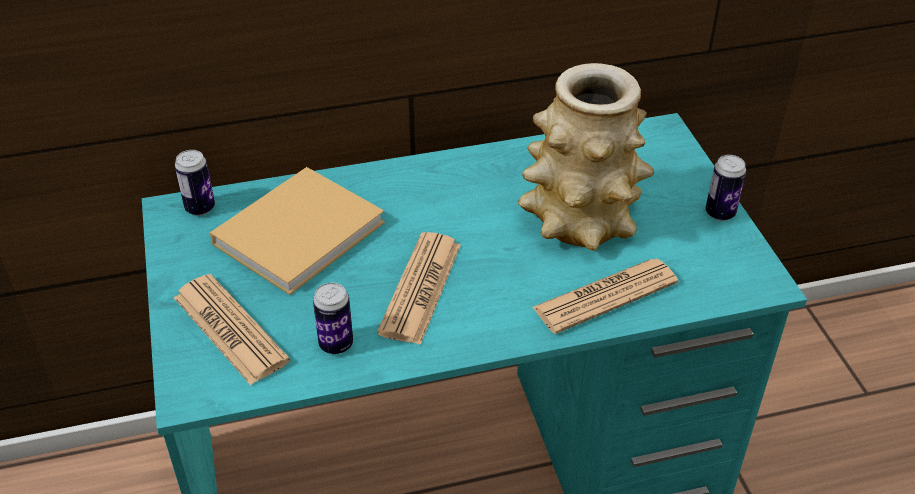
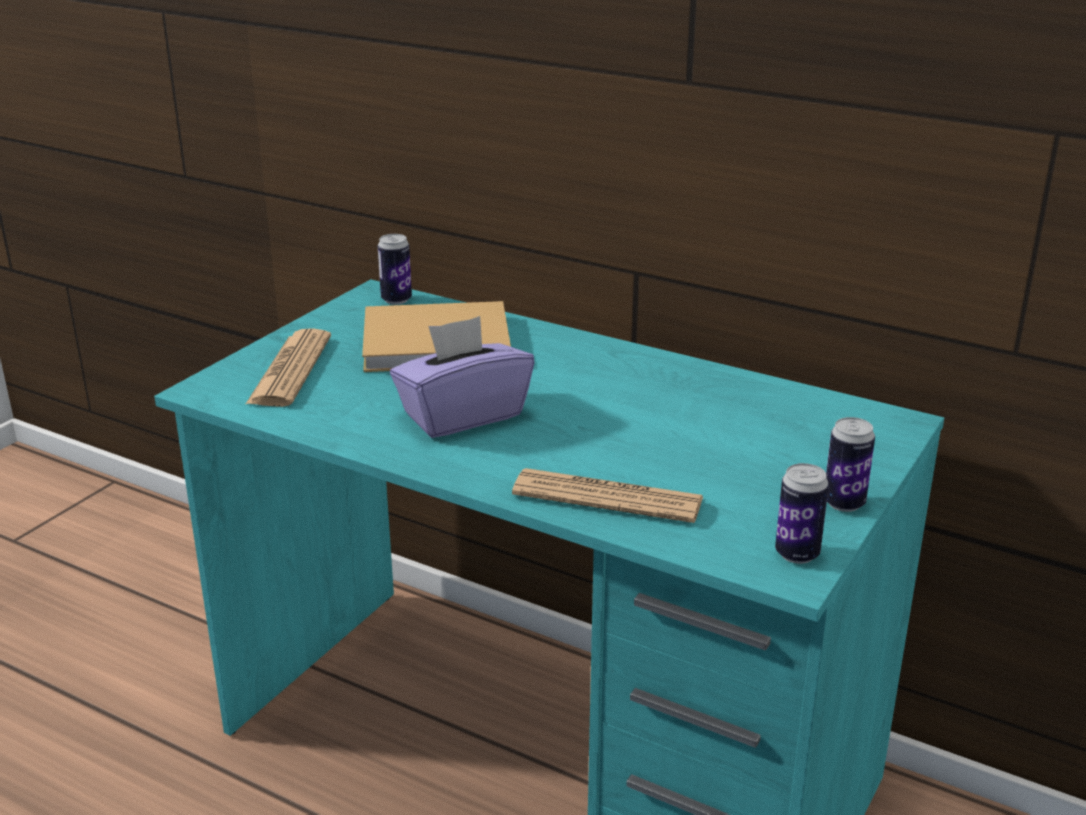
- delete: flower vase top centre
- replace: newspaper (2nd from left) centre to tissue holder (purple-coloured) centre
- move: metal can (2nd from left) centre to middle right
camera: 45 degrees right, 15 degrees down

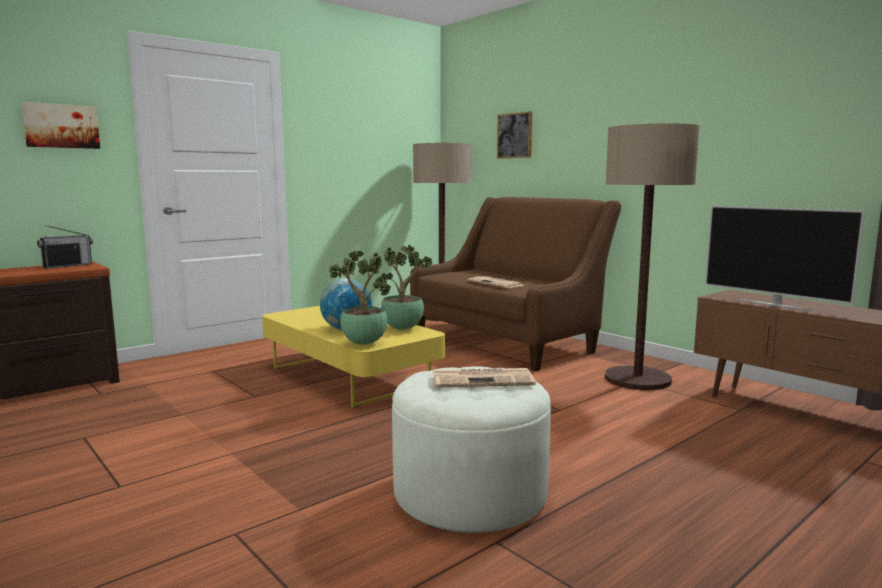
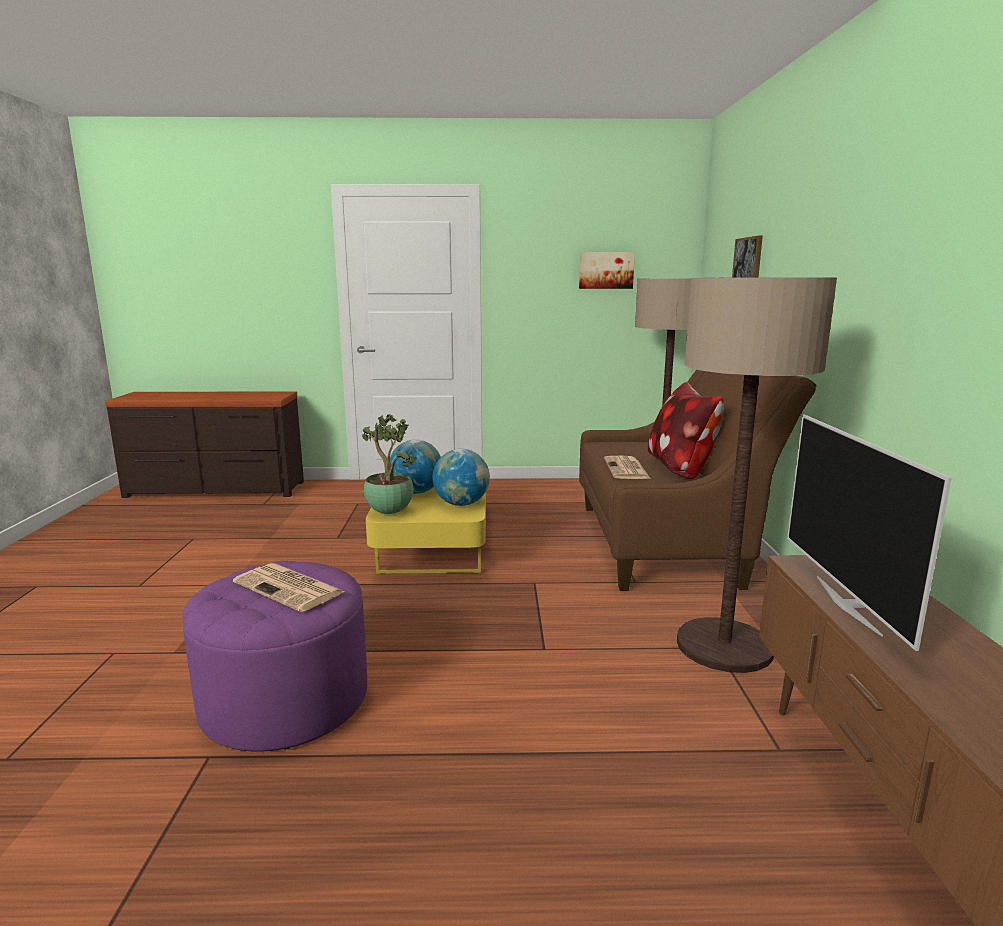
- move: picture (1st from left) top left to top centre
- delete: radio set middle left
- replace: plant in a pot (2nd from left) centre to desk globe (2nd from left) centre
- recolor: ottoman (whitish) bottom centre to ottoman (purple-coloured) bottom left
- insert: cushion middle right
camera: 40 degrees right, 5 degrees up

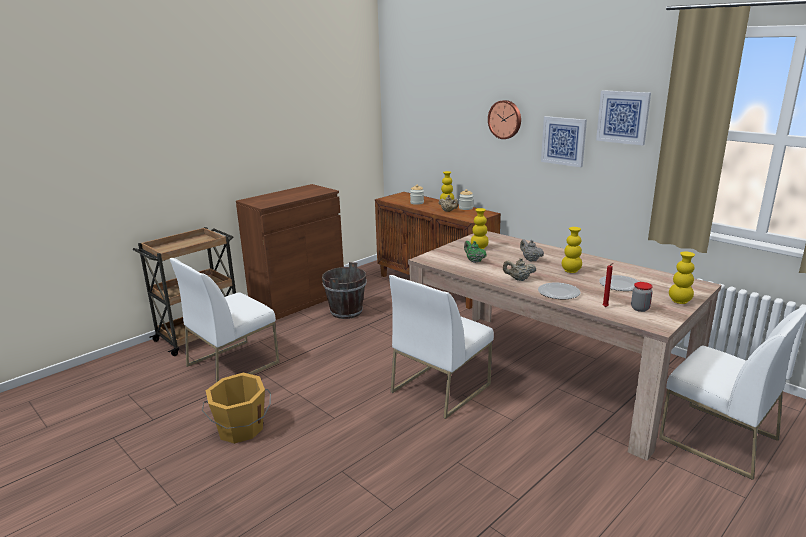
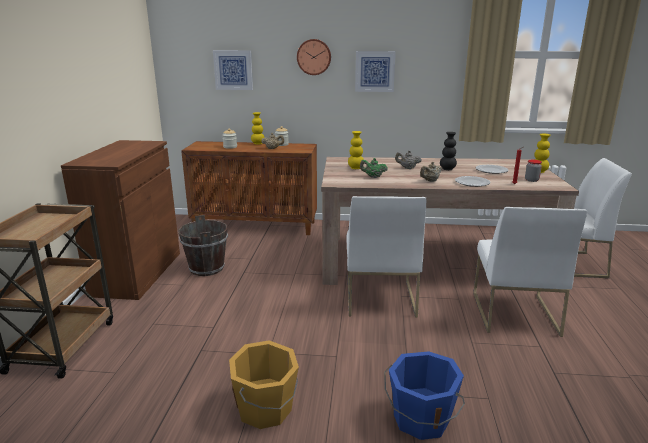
- move: picture (2nd from left in the first image) top right to picture (1st from left) top centre
- recolor: flower vase (yellow-coloured) (3rd from left) middle right to flower vase (black) middle right
- move: chair (whitish) (1st from left in the first image) middle left to chair (whitish) (2nd from left) middle right
- insert: pail (bluish) bottom centre
camera: 40 degrees left, 0 degrees up

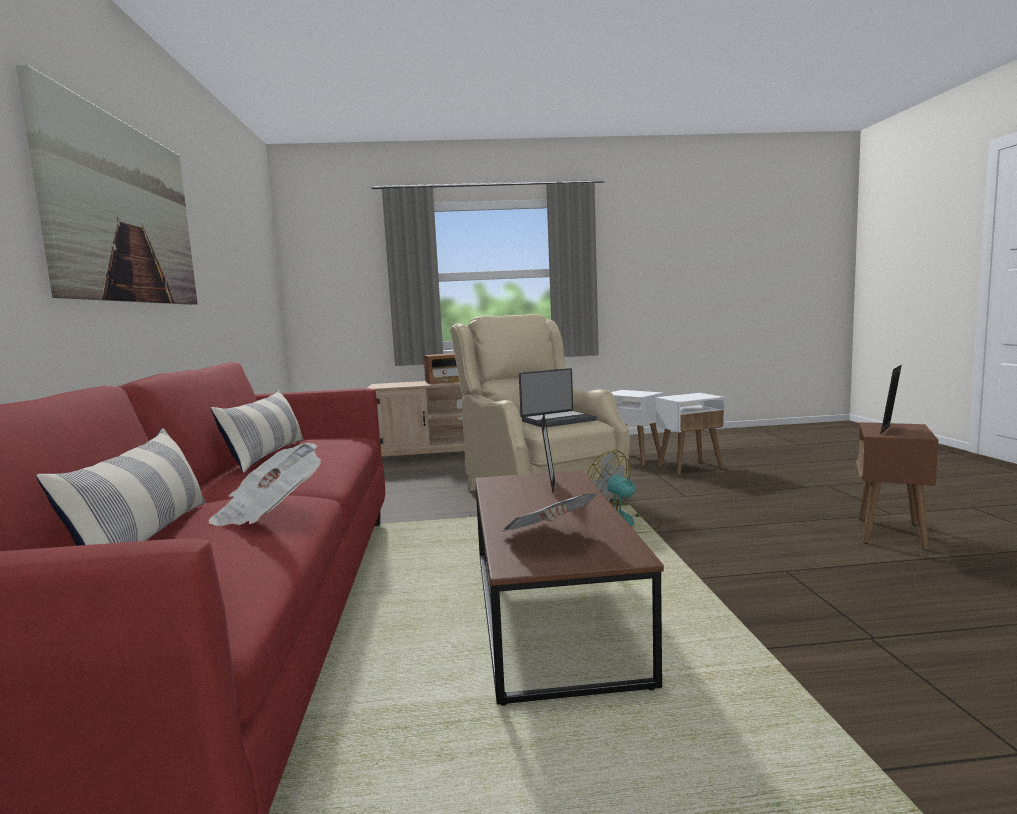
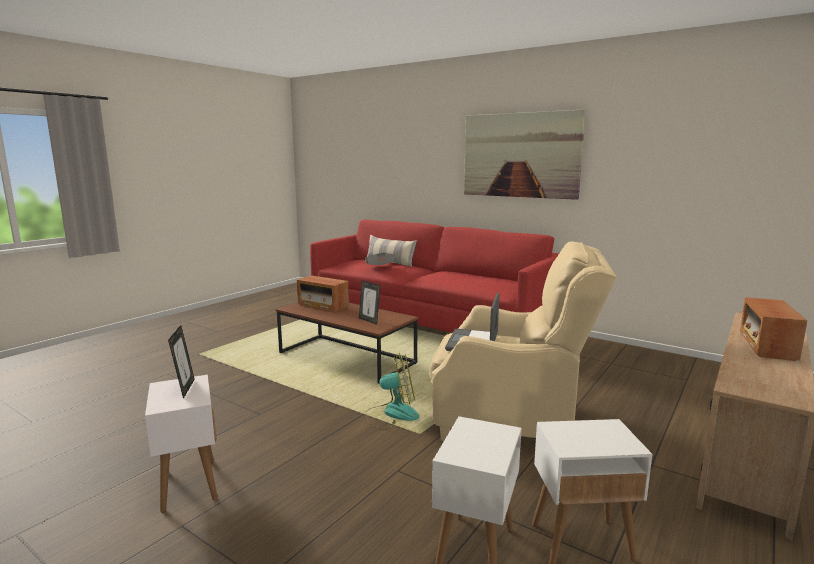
- delete: cushion (2nd from left) middle left
- recolor: end table (brown-coloured) middle right to end table (whitish) (1st from left) bottom left
- replace: newspaper (2nd from left) centre to radio set (1st from left) centre
camera: 130 degrees right, 5 degrees up

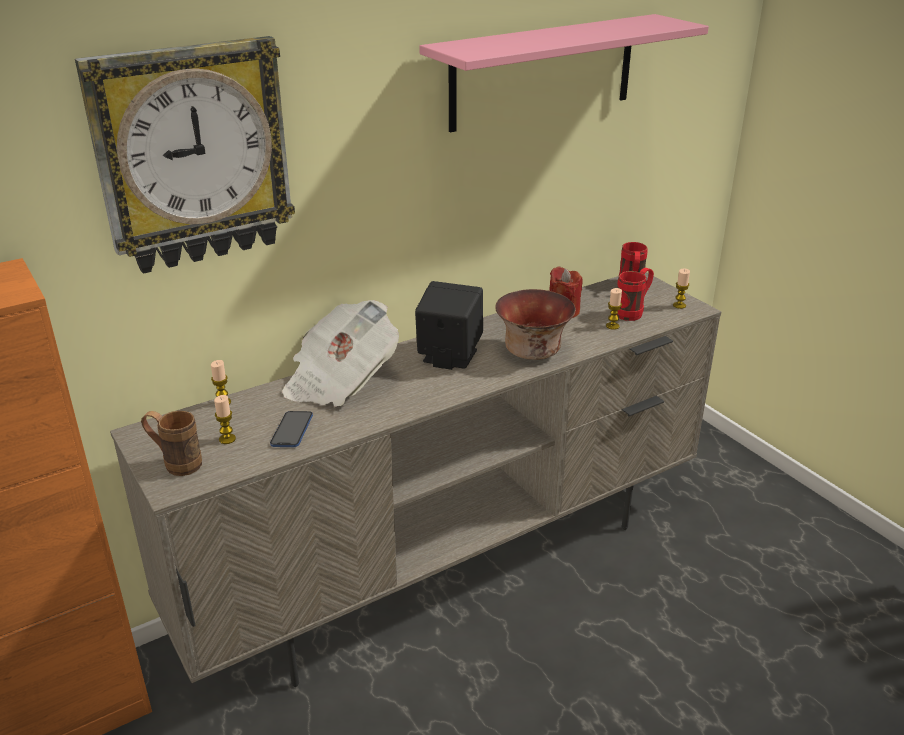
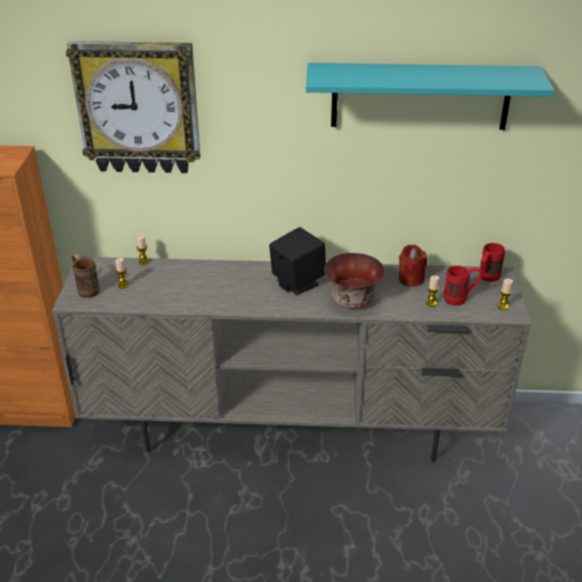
- recolor: bracket shelf (pinkish) top centre to bracket shelf (turquoise) top right
- delete: newspaper centre
- delete: phone middle left
camera: 35 degrees right, 5 degrees up

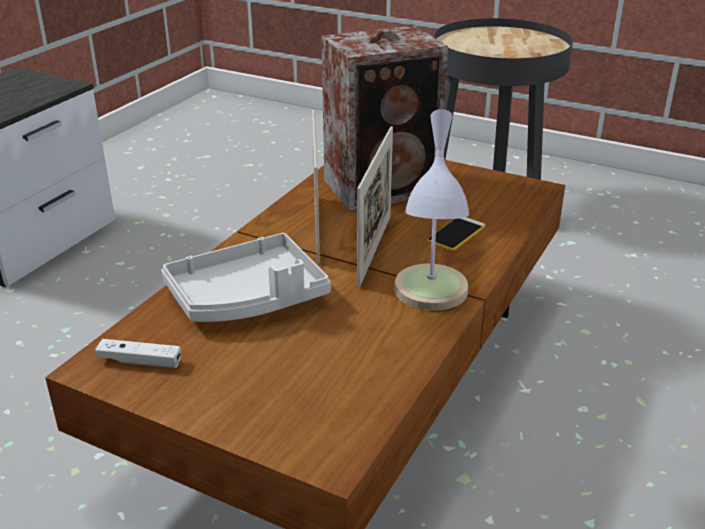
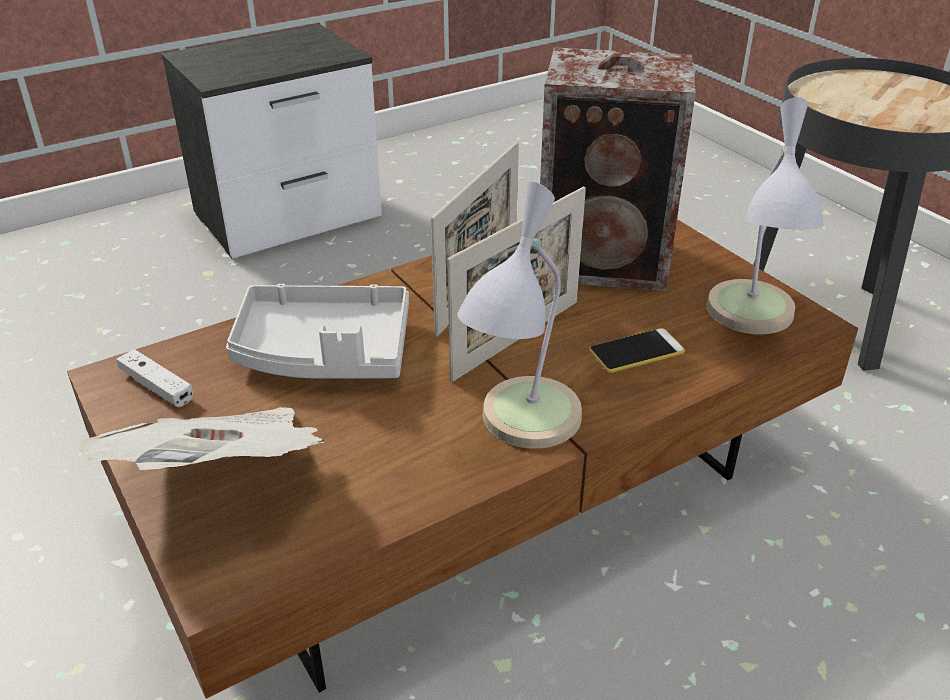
- insert: lamp for a table (2nd from left) top right
- insert: newspaper middle left
camera: 30 degrees right, 5 degrees up

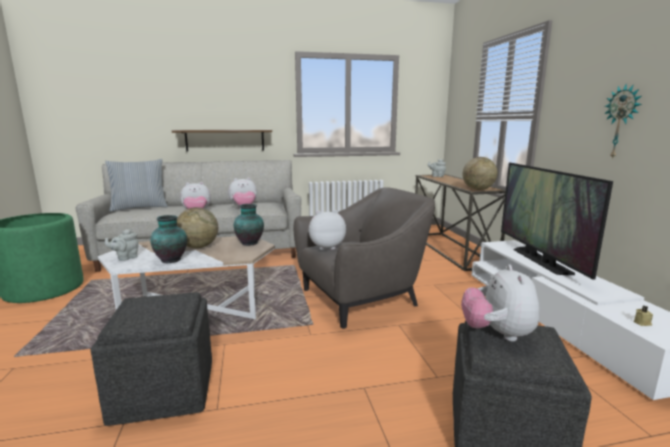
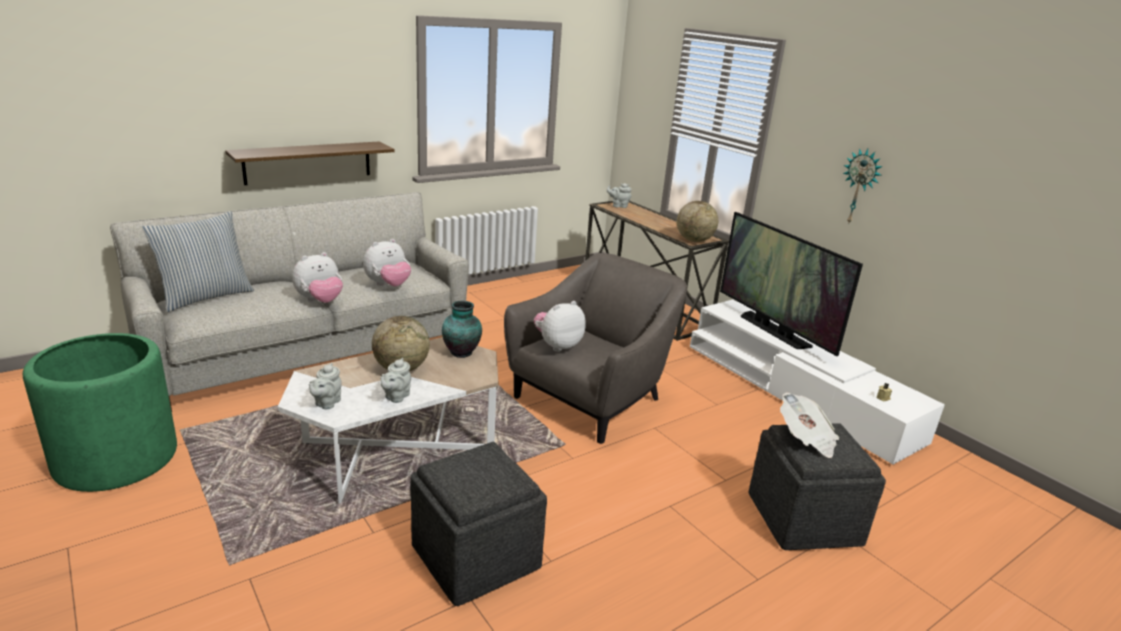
- replace: flower vase (1st from left) middle left to tea pot (grey) (2nd from left) centre
- replace: cuddly toy (4th from left) bottom right to newspaper bottom right
camera: 25 degrees left, 10 degrees up

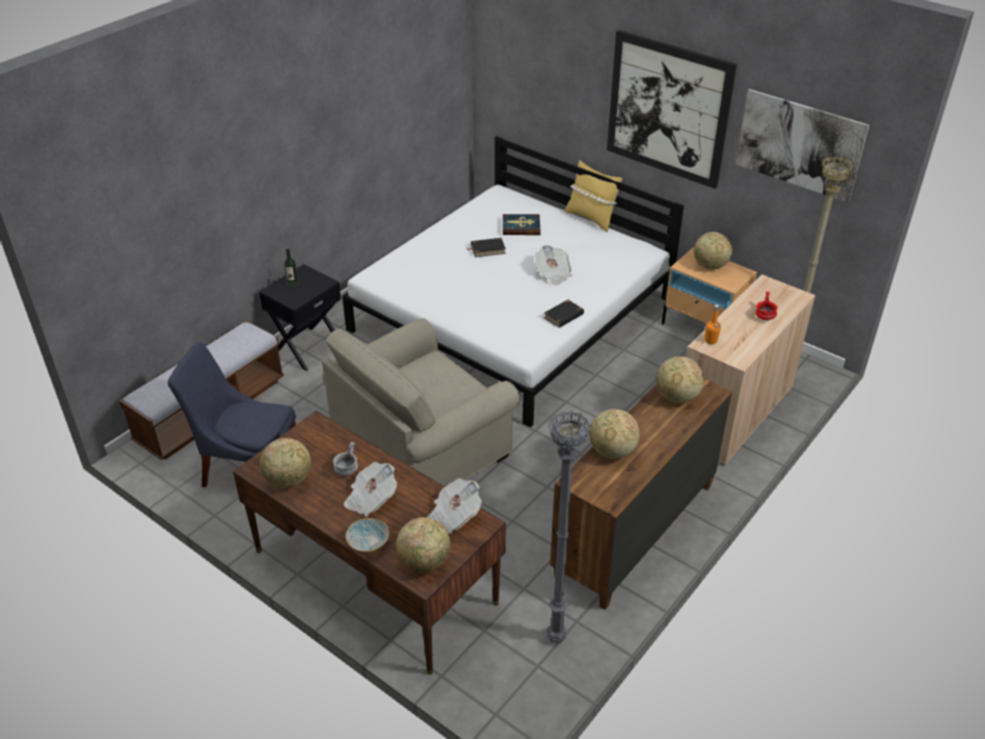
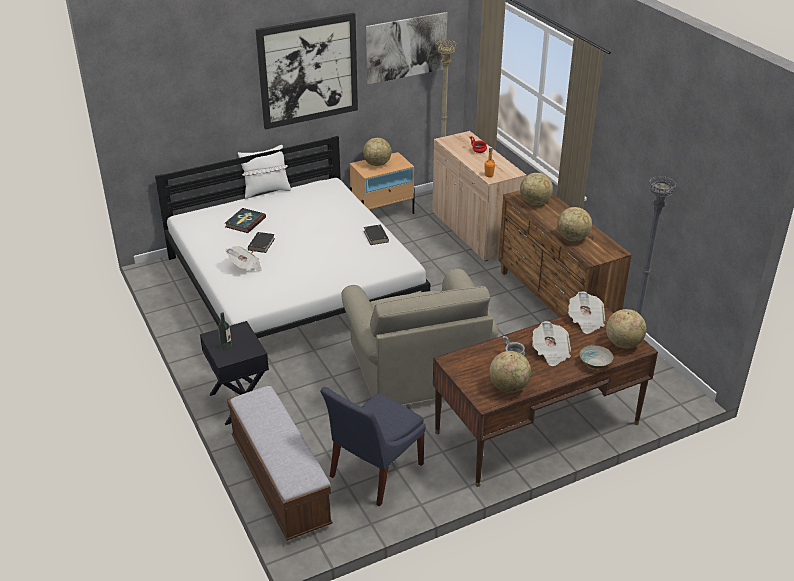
- recolor: cushion (yellow-coloured) top centre to cushion (whitish) top left
- move: newspaper (3rd from left in the first image) centre to newspaper (1st from left) middle left
camera: 65 degrees left, 5 degrees down

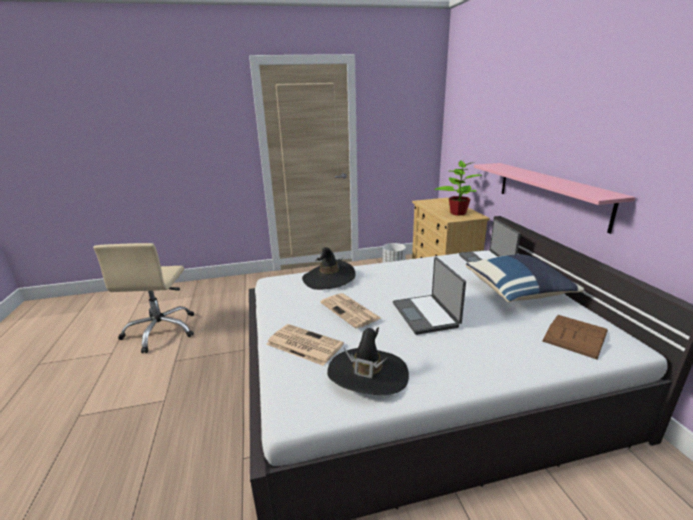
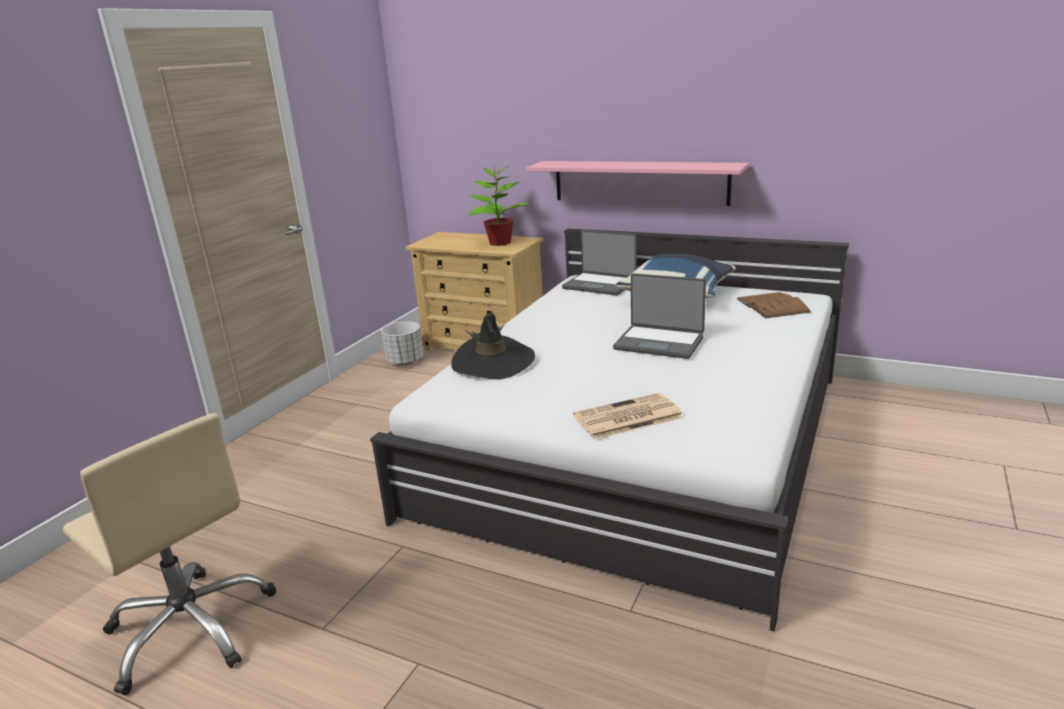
- delete: newspaper (2nd from left) centre
- delete: clothing hat (black) (2nd from left) bottom centre
camera: 50 degrees left, 0 degrees up

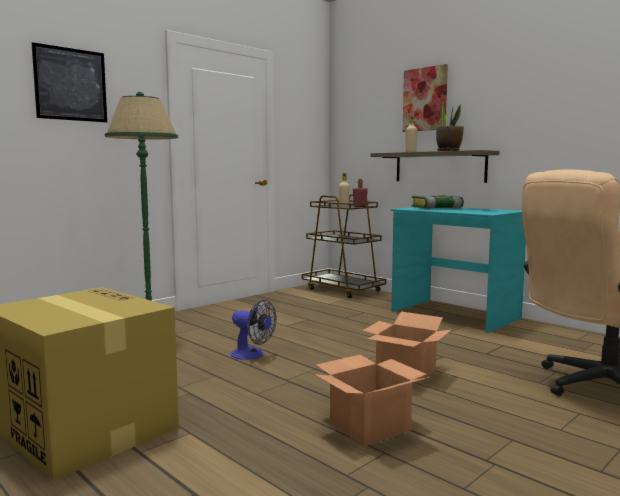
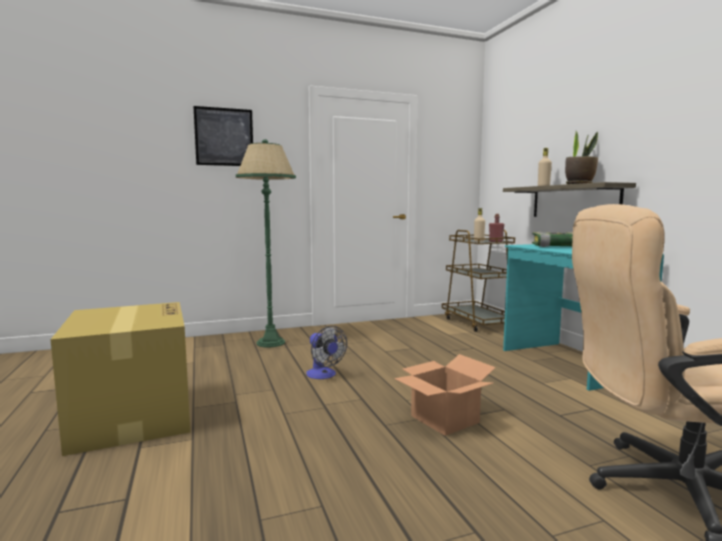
- delete: picture (2nd from left) top right
- delete: carton (2nd from left) bottom centre
camera: 25 degrees right, 0 degrees up

